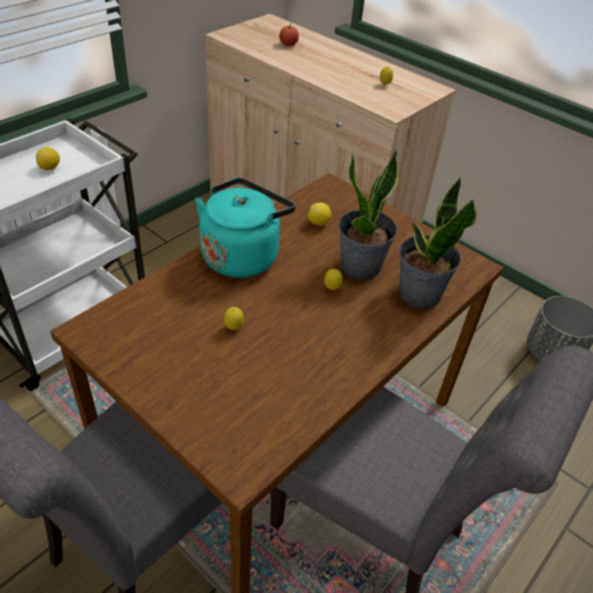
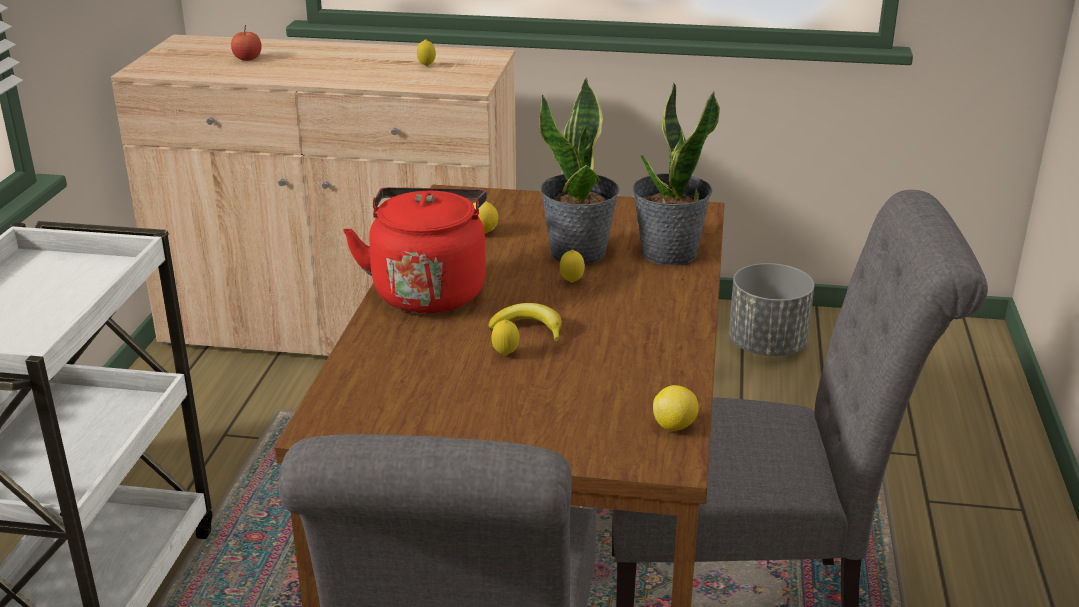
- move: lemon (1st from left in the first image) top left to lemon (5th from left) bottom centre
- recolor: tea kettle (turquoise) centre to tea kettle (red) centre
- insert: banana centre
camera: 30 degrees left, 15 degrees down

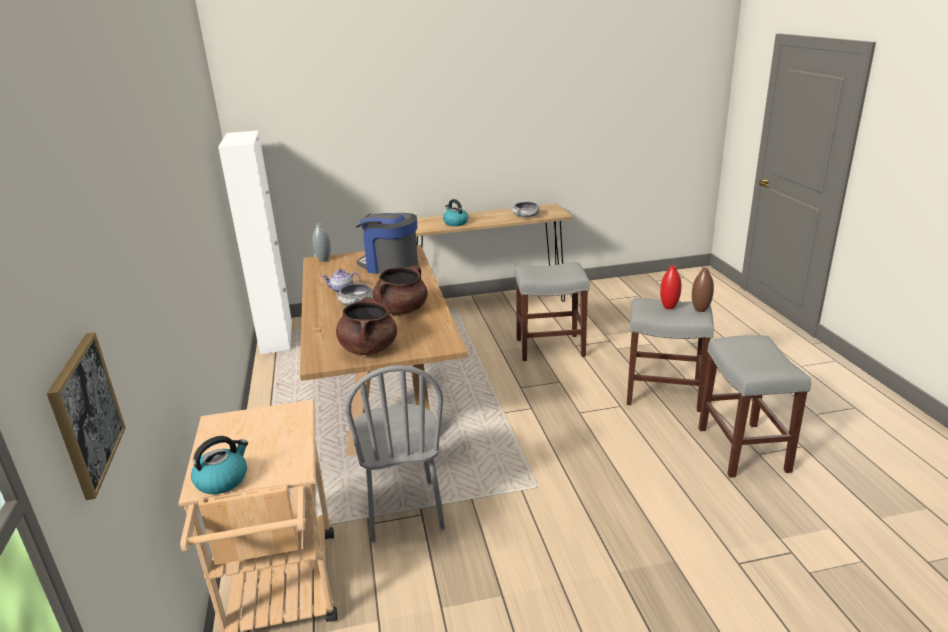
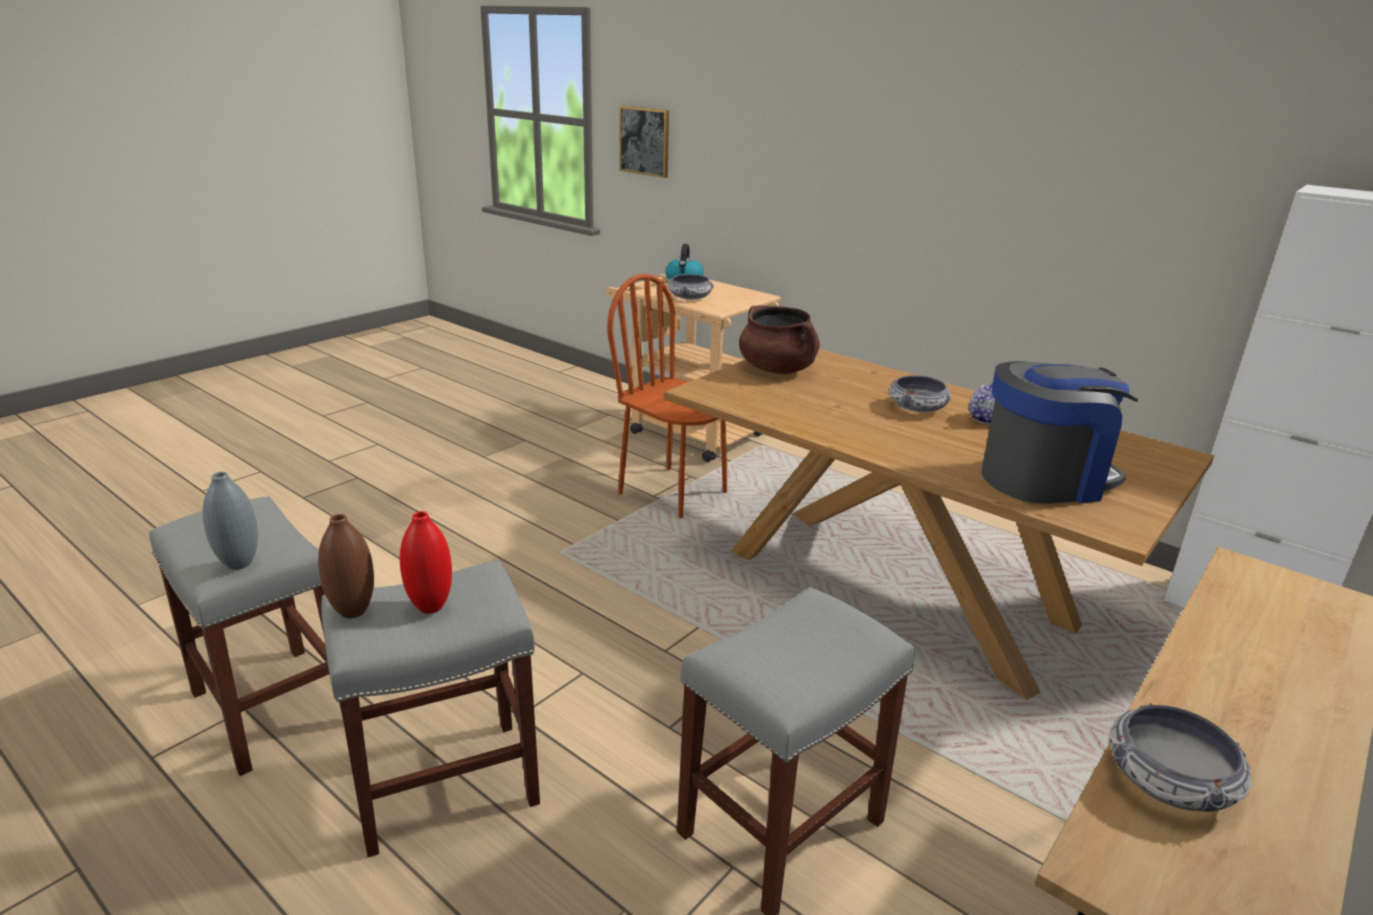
- delete: tea kettle (2nd from left) centre
- move: flower vase (grey) centre to middle left
- delete: stockpot (brown-coloured) (2nd from left) centre
- recolor: chair (grey) bottom centre to chair (brown-coloured) centre
- insert: bowl (1st from left) top centre
camera: 140 degrees right, 0 degrees up

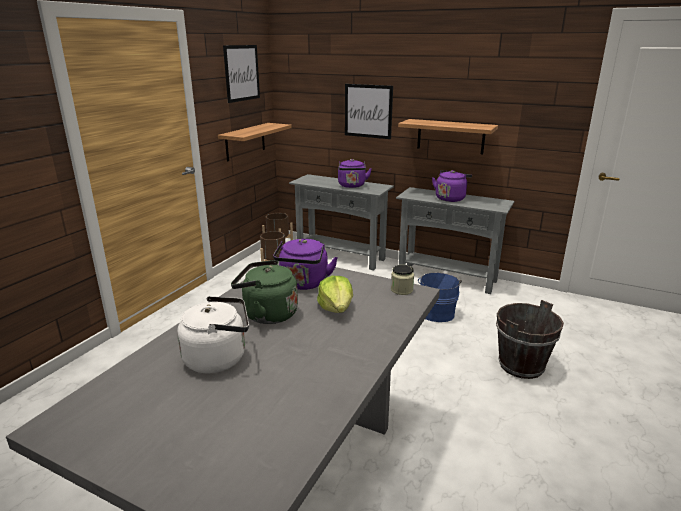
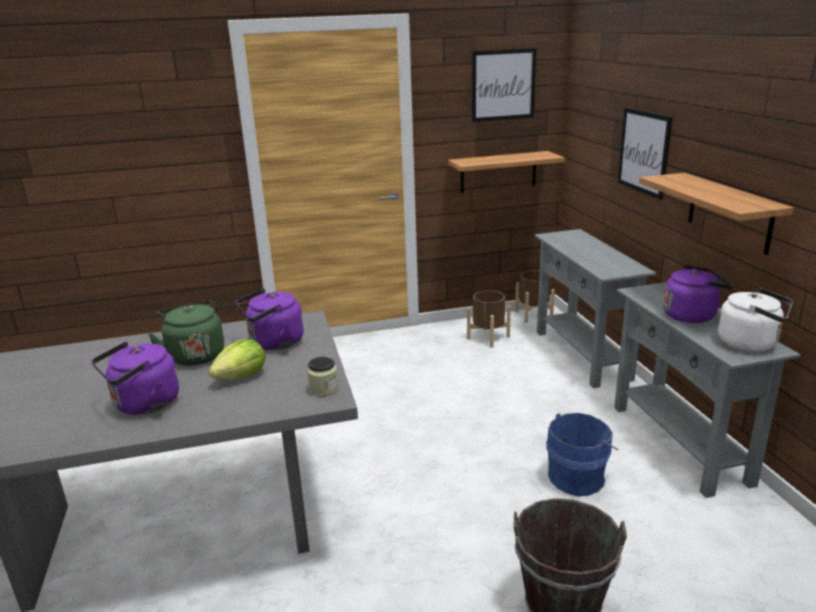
- move: tea kettle (purple-coloured) (2nd from left in the first image) centre to tea kettle (purple-coloured) (1st from left) middle left
- move: tea kettle (whitish) middle left to middle right
camera: 50 degrees right, 0 degrees up

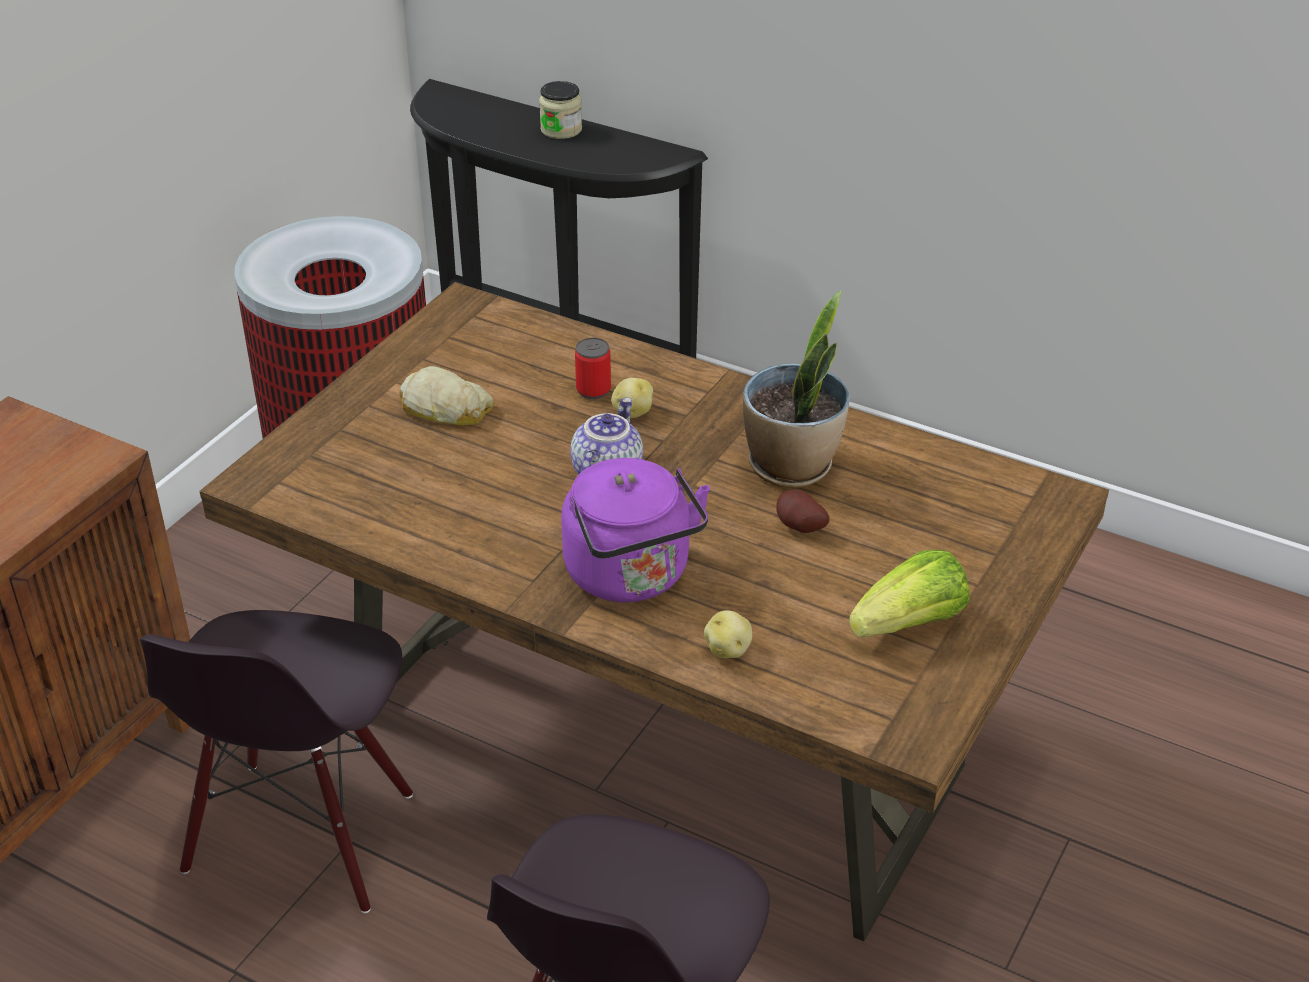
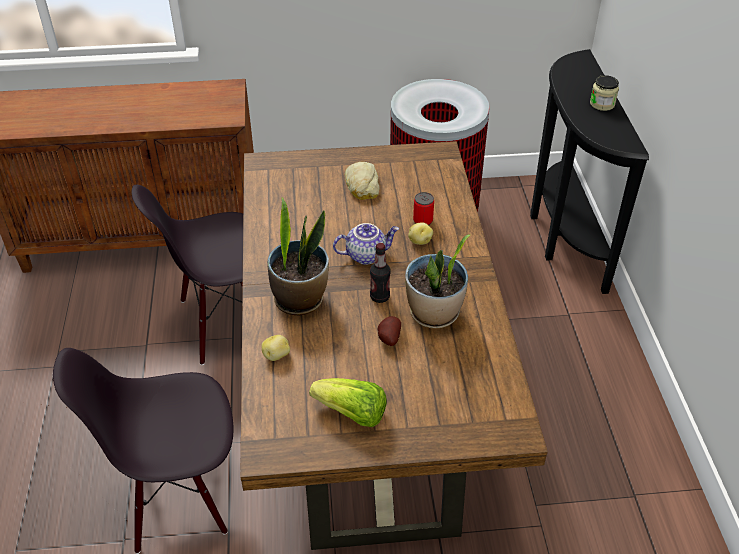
- replace: tea kettle (purple-coloured) centre to plant in a pot (1st from left) centre
- insert: bottle centre
camera: 55 degrees right, 5 degrees up

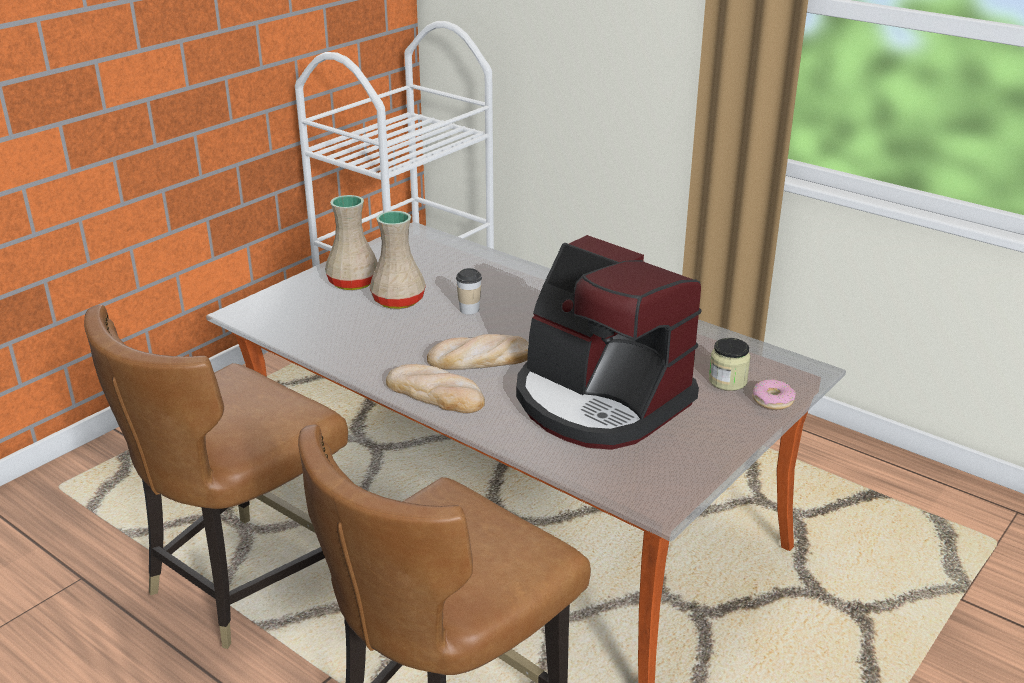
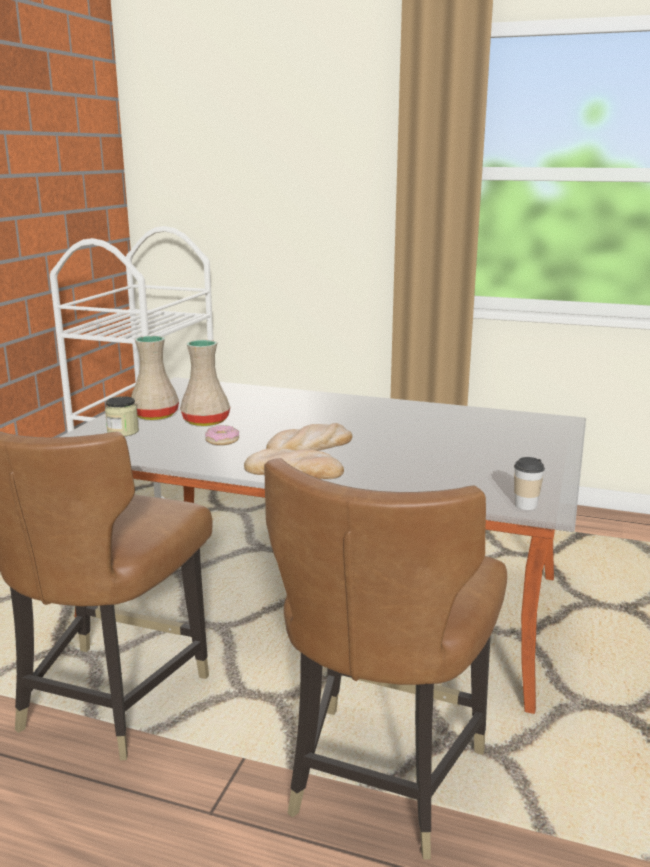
- delete: coffee maker centre
- move: small cup centre to middle right
- move: preserve jar middle right to middle left
- move: doughnut middle right to centre
camera: 20 degrees left, 10 degrees down

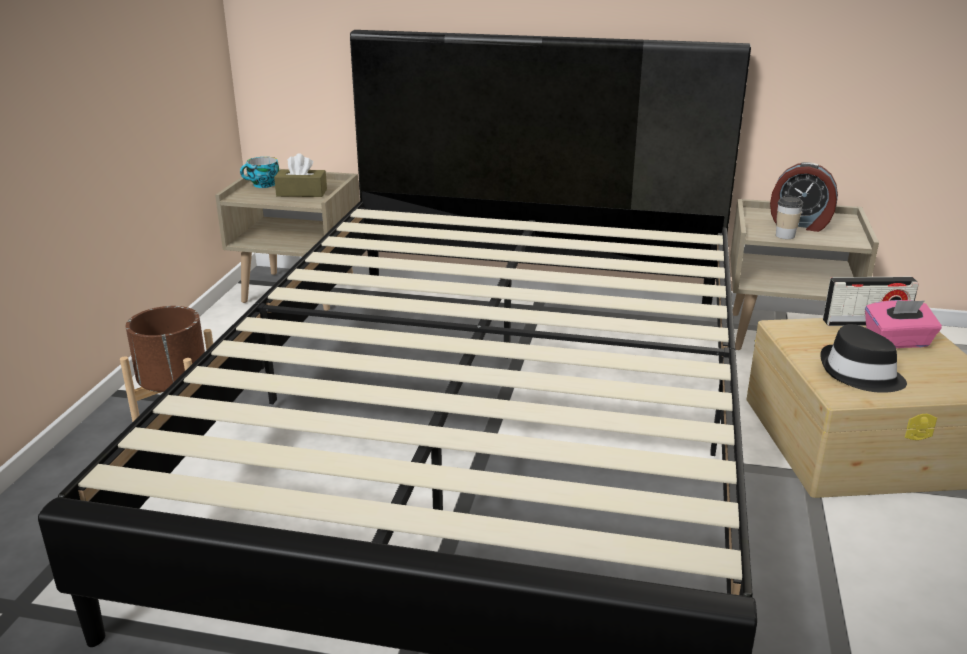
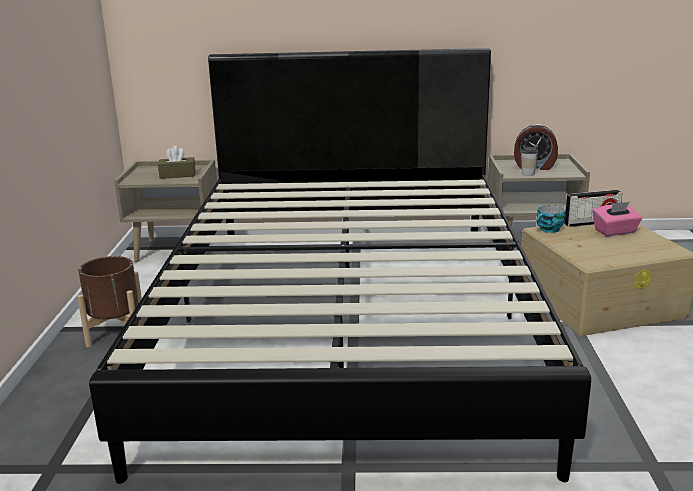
- move: small cup (1st from left in the first image) top left to small cup (2nd from left) middle right
- delete: clothing hat (black) middle right
camera: 10 degrees left, 5 degrees down

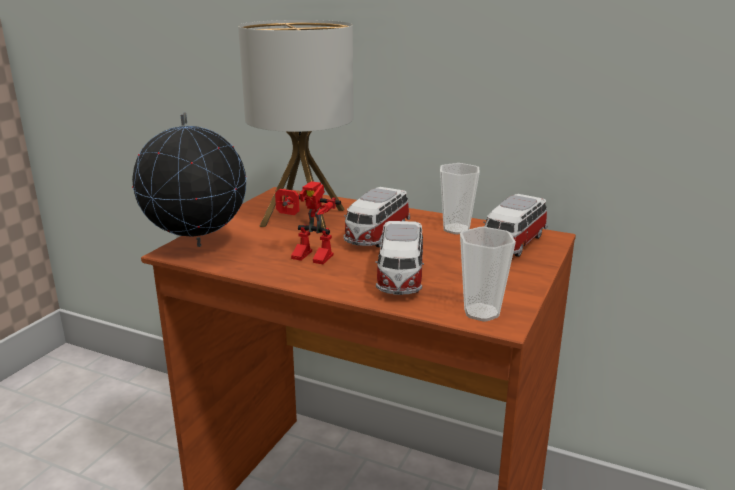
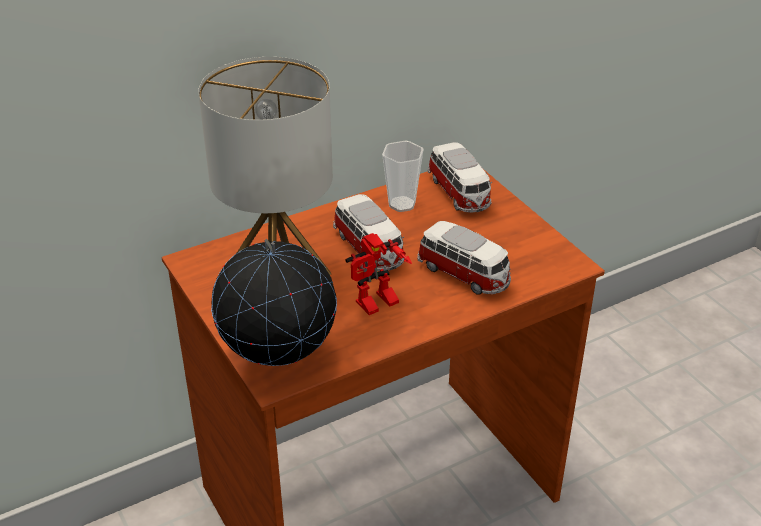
- delete: small cup (2nd from left) centre
camera: 55 degrees left, 15 degrees up

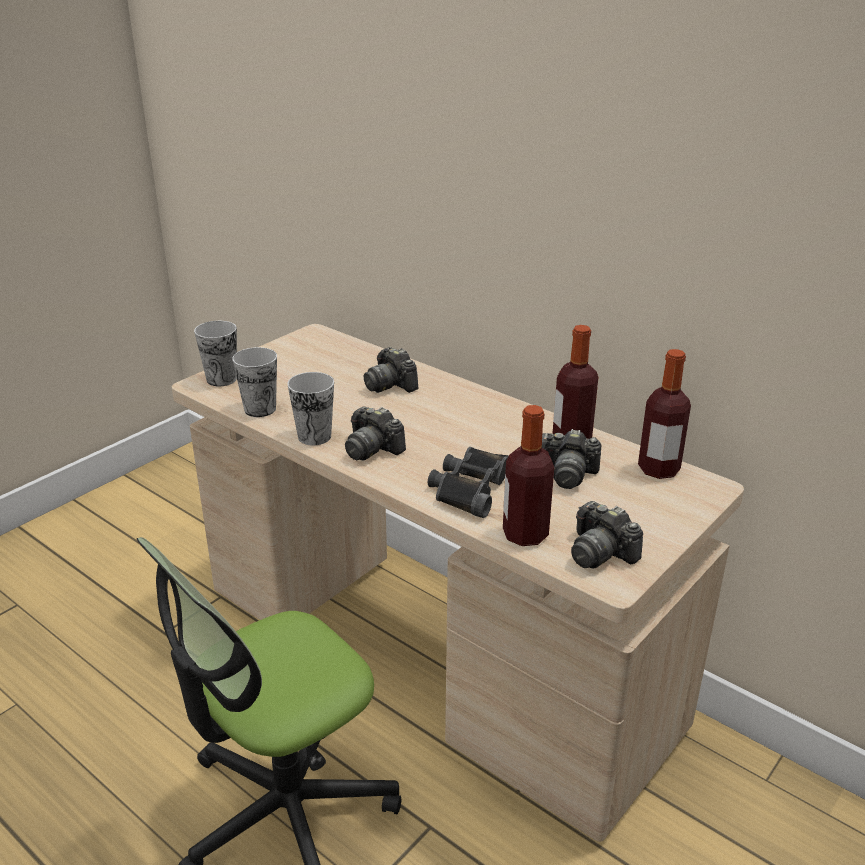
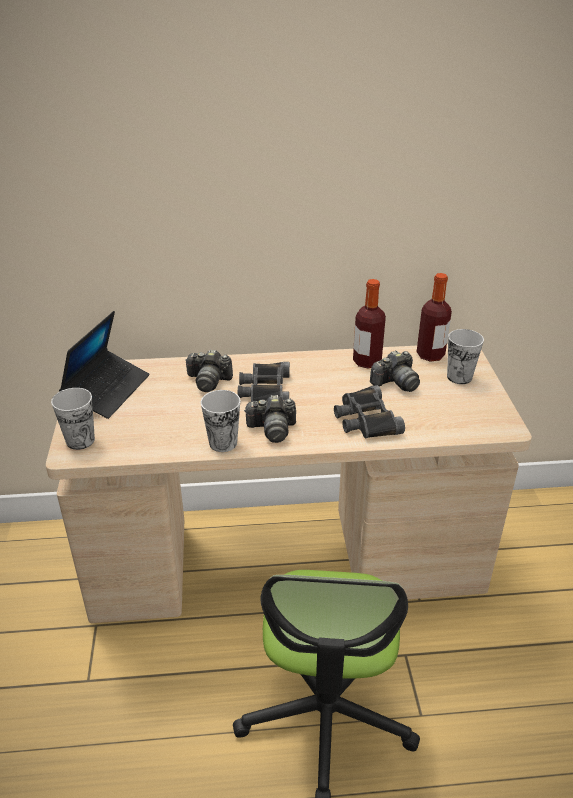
- move: small cup (2nd from left in the first image) middle left to small cup (3rd from left) middle right
- delete: bottle (1st from left) centre
- delete: still camera (4th from left) middle right
- insert: laptop middle left
- insert: binoculars (black) (1st from left) centre
camera: 45 degrees left, 5 degrees up

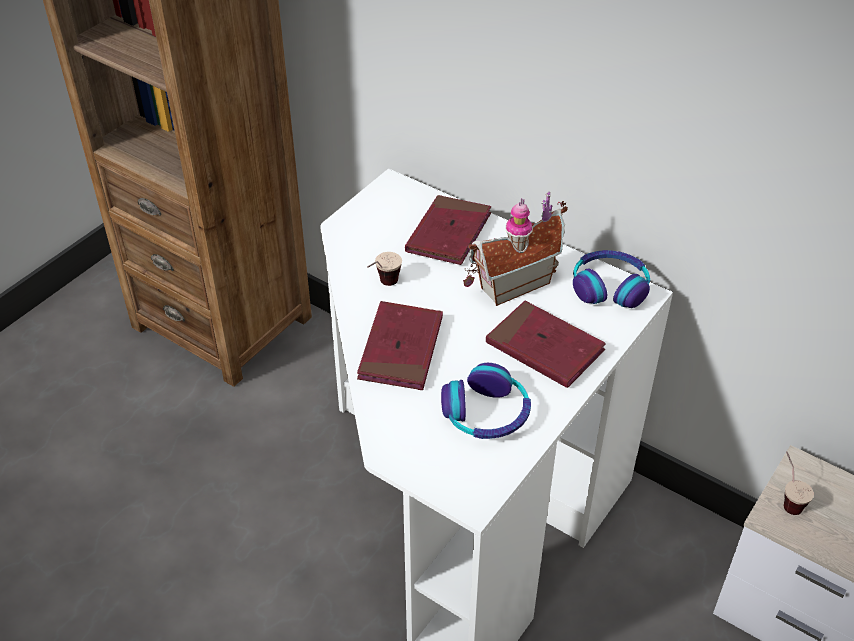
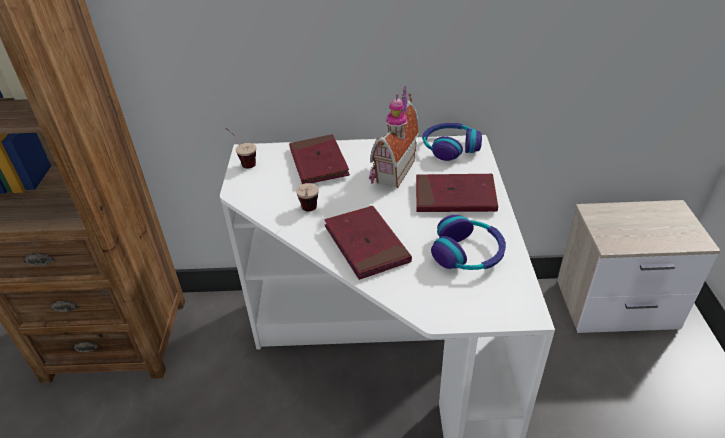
- move: small cup (2nd from left in the first image) bottom right to small cup (1st from left) middle left
camera: 35 degrees left, 5 degrees down

